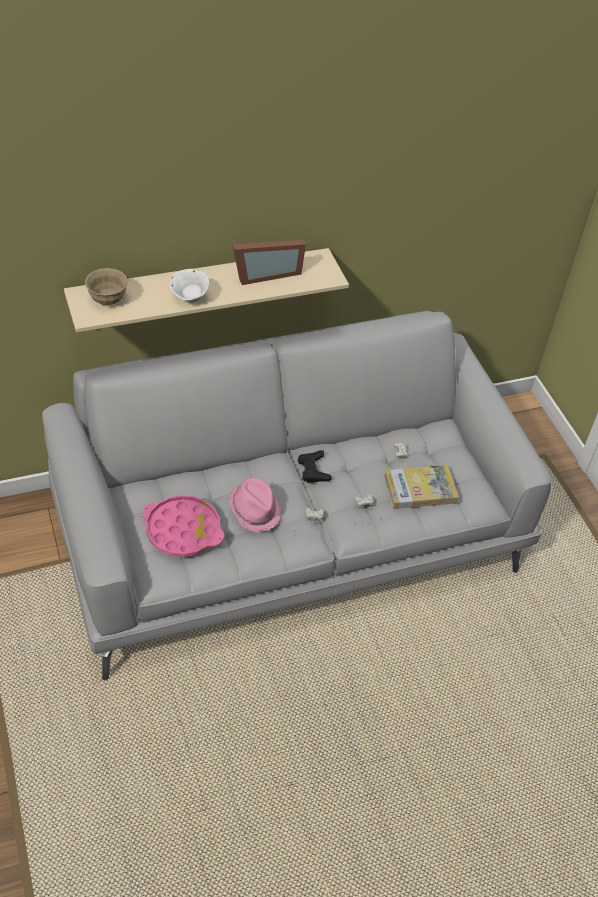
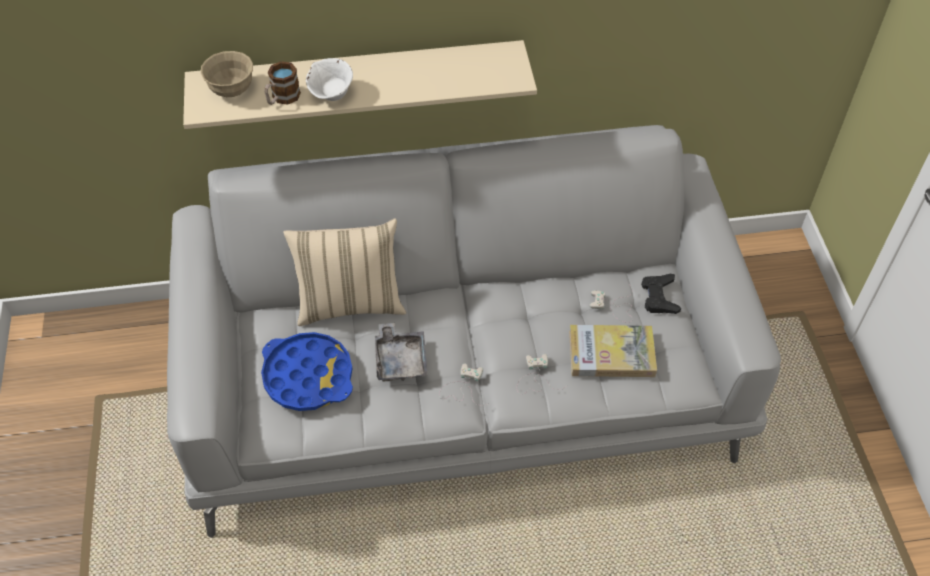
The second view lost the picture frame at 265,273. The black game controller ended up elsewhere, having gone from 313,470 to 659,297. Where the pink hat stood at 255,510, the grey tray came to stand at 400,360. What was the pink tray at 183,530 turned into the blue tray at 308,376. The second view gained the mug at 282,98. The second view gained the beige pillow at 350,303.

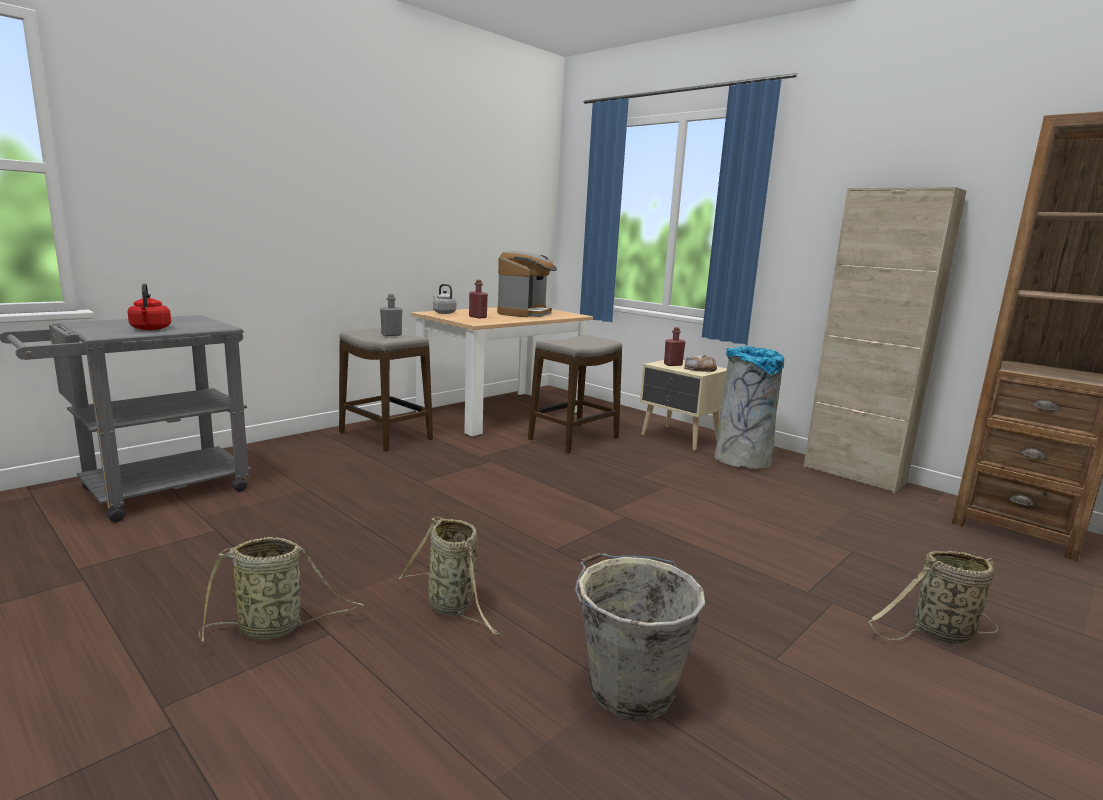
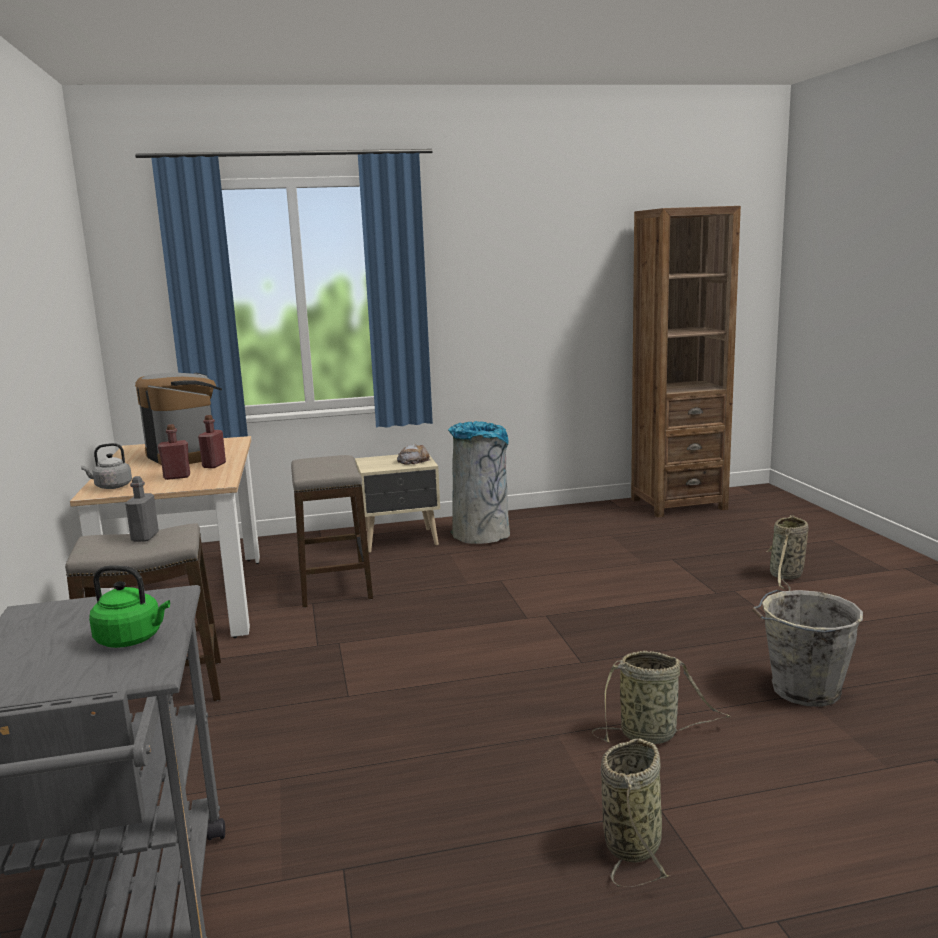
The second view lost the beige cabinet at 853,475. What was the red kettle at 150,329 turned into the green kettle at 132,639. The red bottle ended up elsewhere, having gone from 673,365 to 214,465.

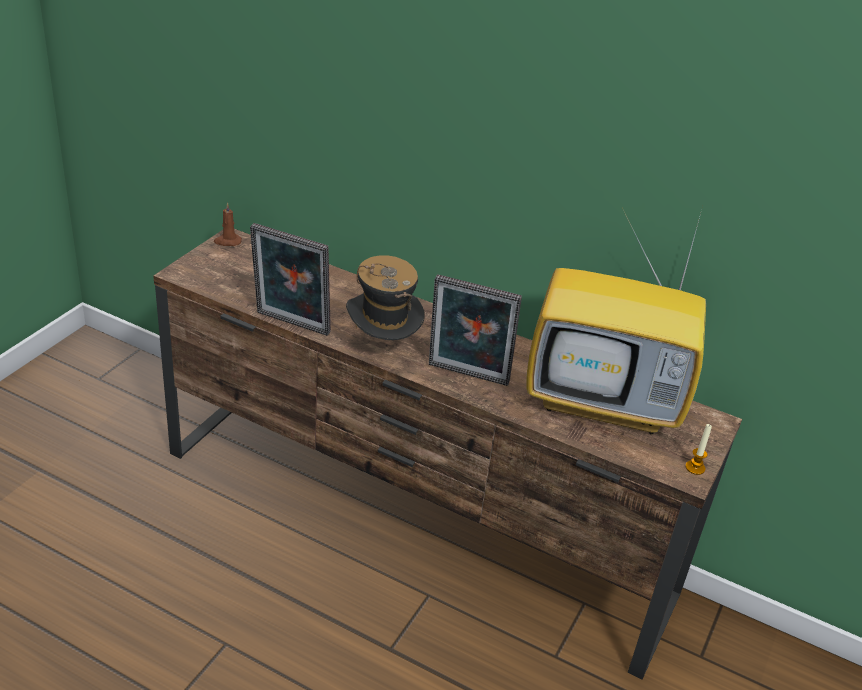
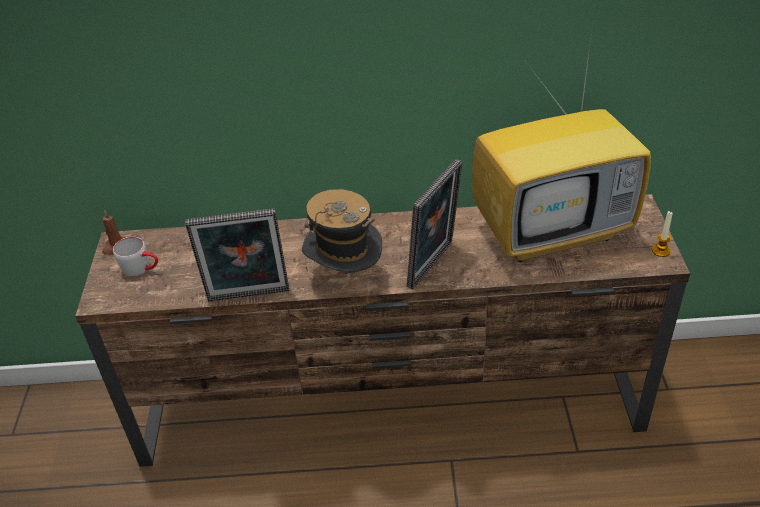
The picture frame at 467,376 ended up facing another way, 45 degrees counterclockwise from before. The second view gained the grey mug at 141,268.

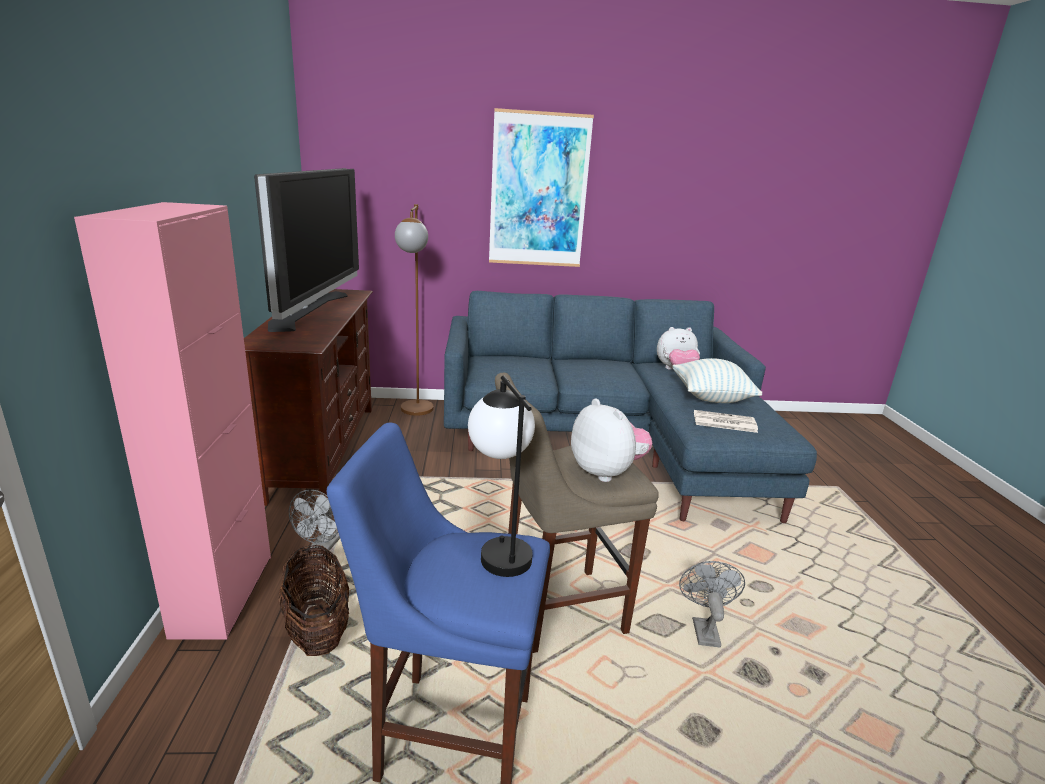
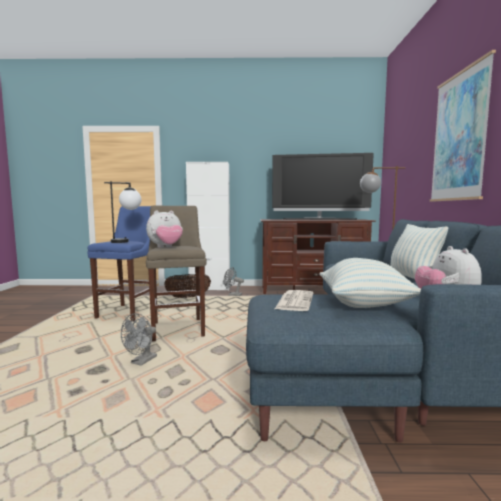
What was the pink cabinet at 223,594 turned into the white cabinet at 210,288. The grey fan at 703,628 ended up facing another way, 105 degrees clockwise from before. The second view gained the pillow at 413,278.

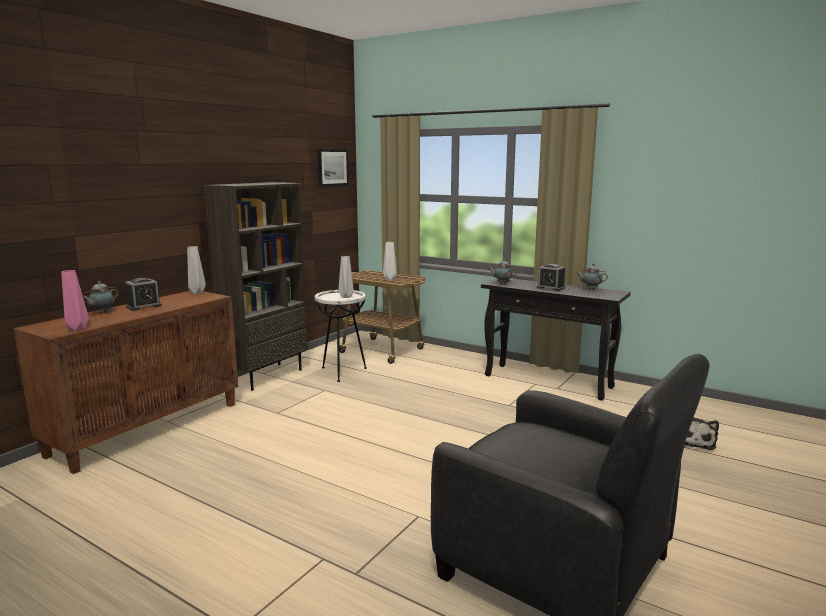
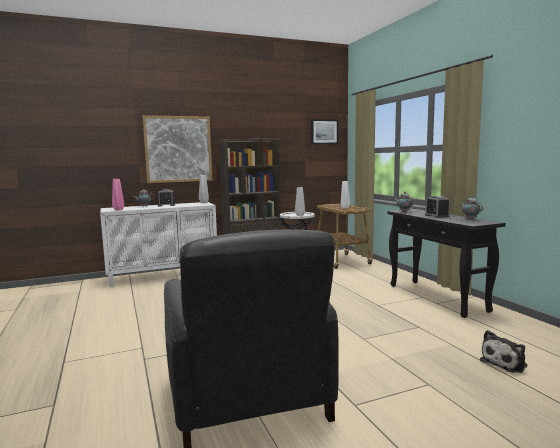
What was the brown cabinet at 148,428 turned into the white cabinet at 164,275. The second view gained the picture at 178,149.

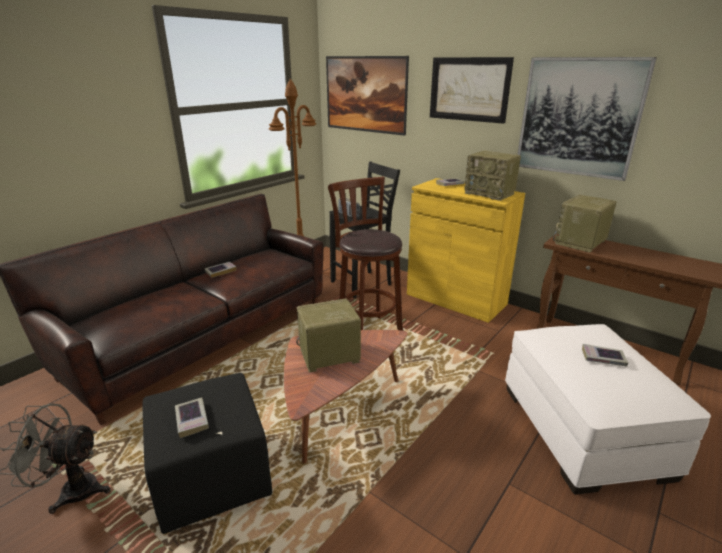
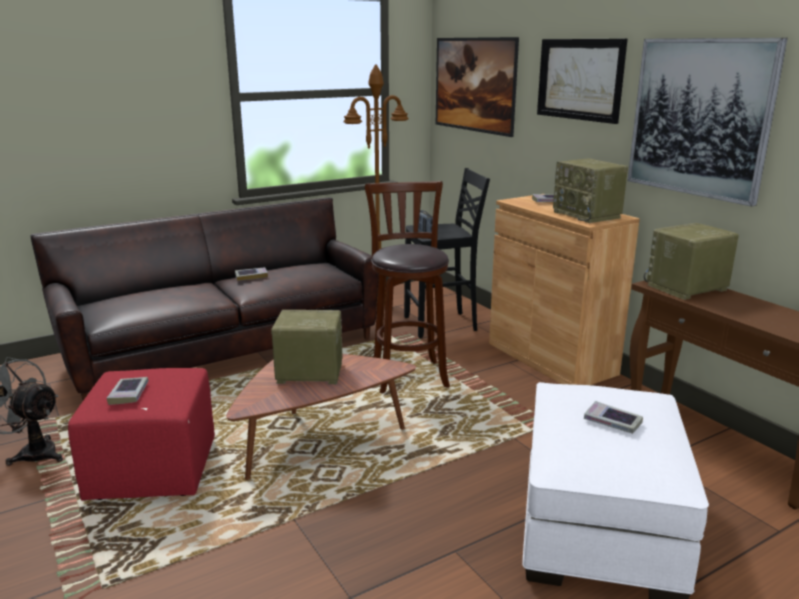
What was the yellow cabinet at 456,299 turned into the brown cabinet at 551,358. What was the black ottoman at 214,479 turned into the red ottoman at 154,472.

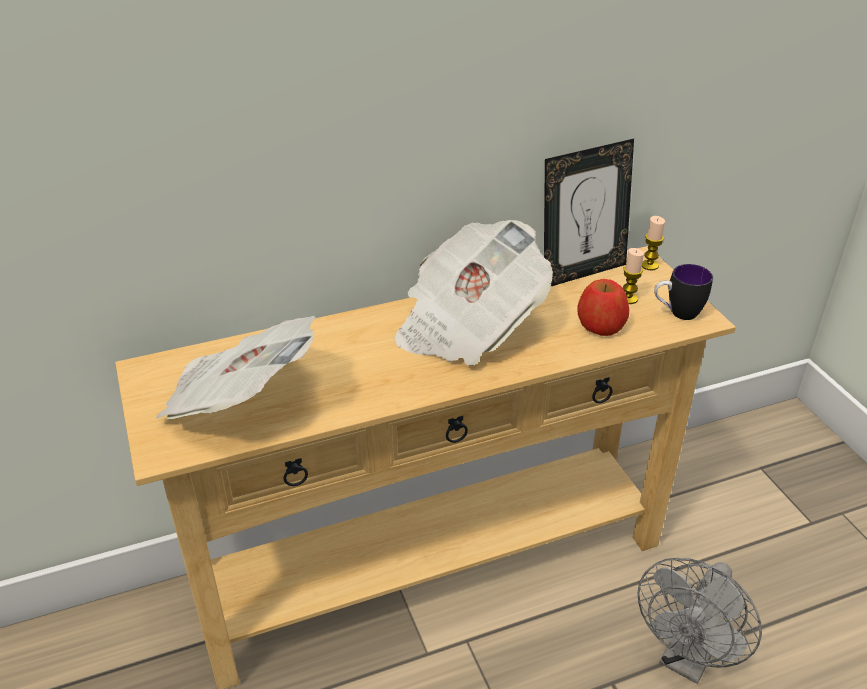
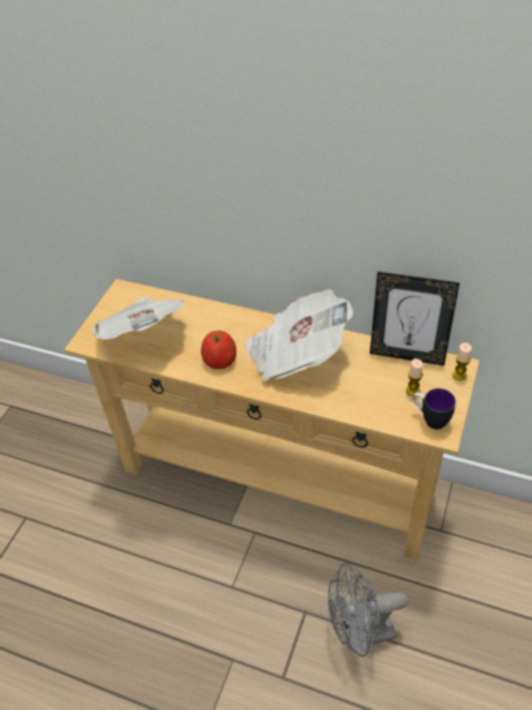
The apple ended up elsewhere, having gone from 601,325 to 220,359.

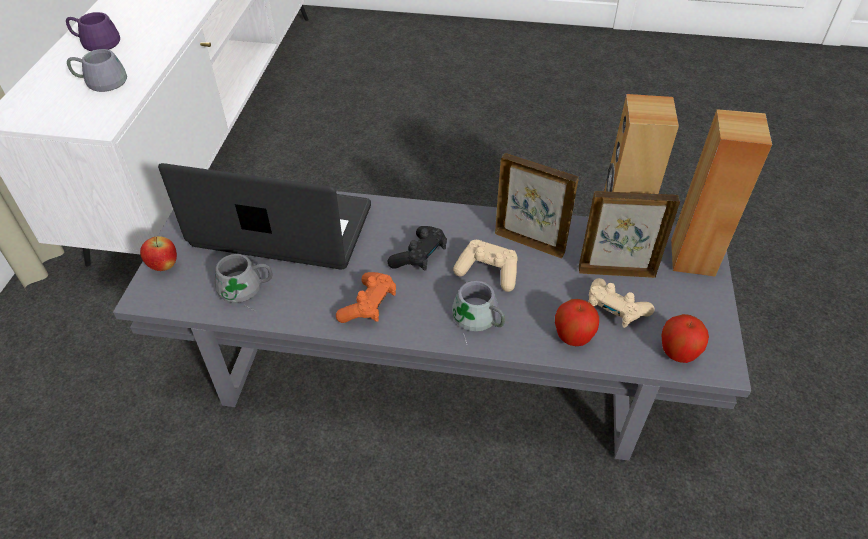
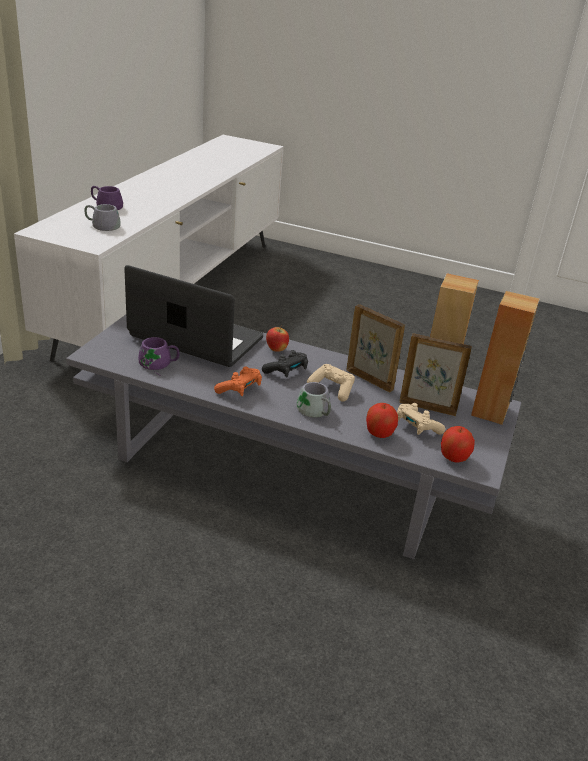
The apple ended up elsewhere, having gone from 164,266 to 276,350. What was the grey mug at 245,291 turned into the purple mug at 158,365.

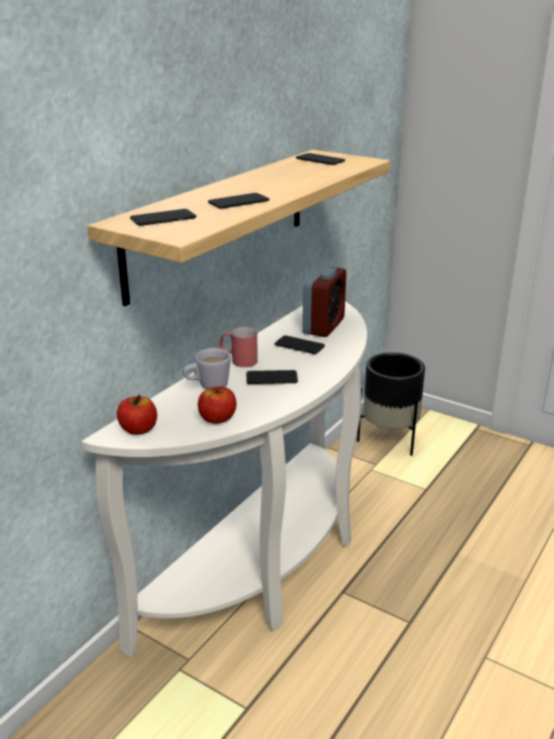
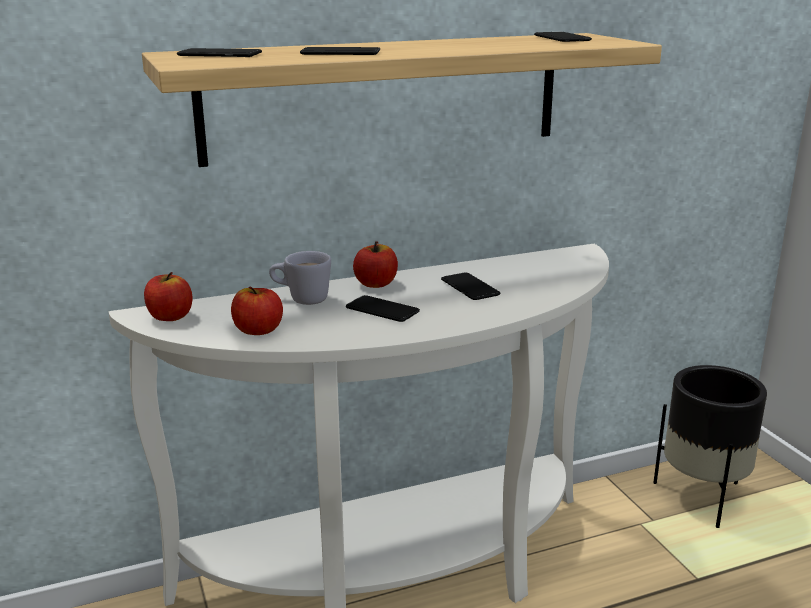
The second view lost the alarm clock at 323,326. Where the red mug stood at 238,360, the apple came to stand at 376,284.

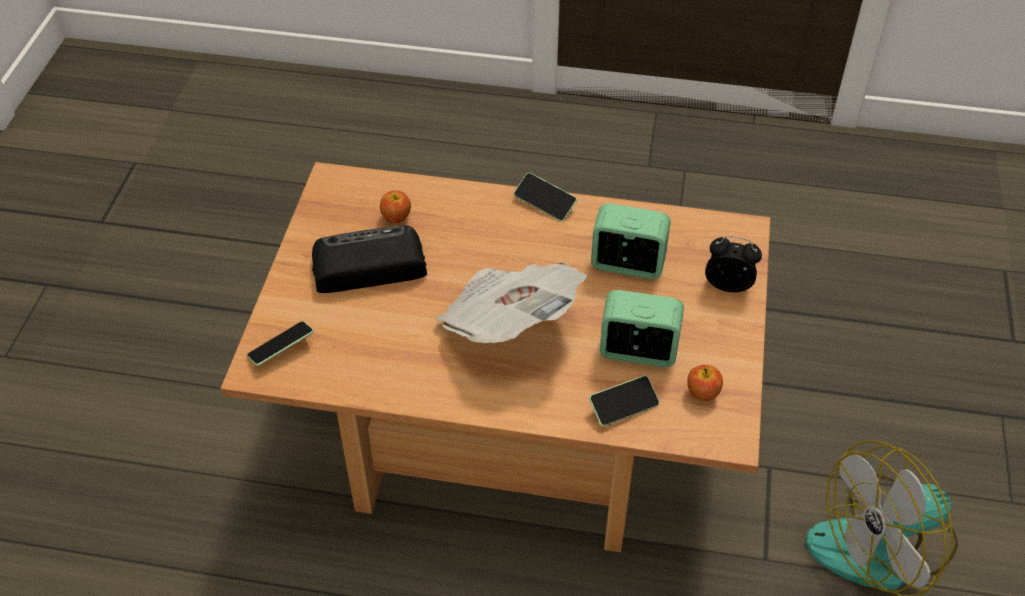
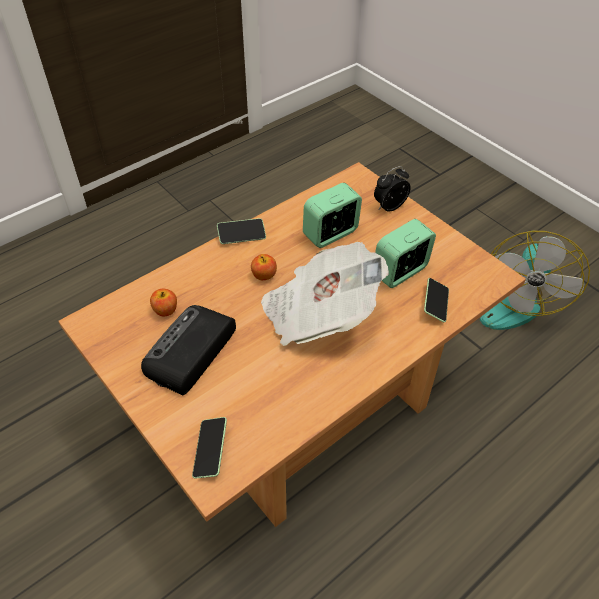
The apple ended up elsewhere, having gone from 702,392 to 264,275.

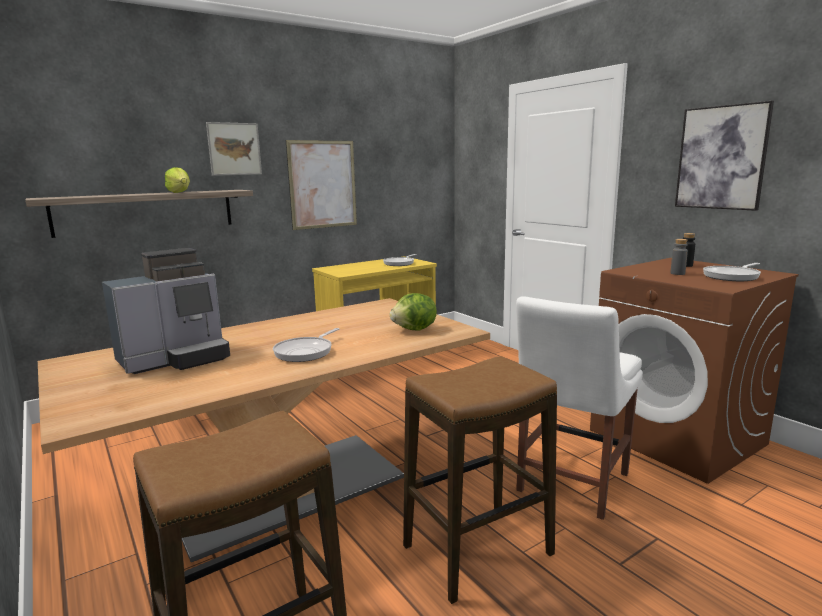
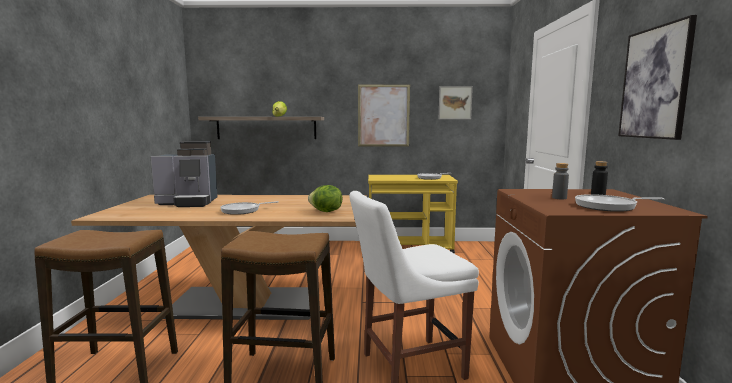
The picture ended up elsewhere, having gone from 234,149 to 455,102.

